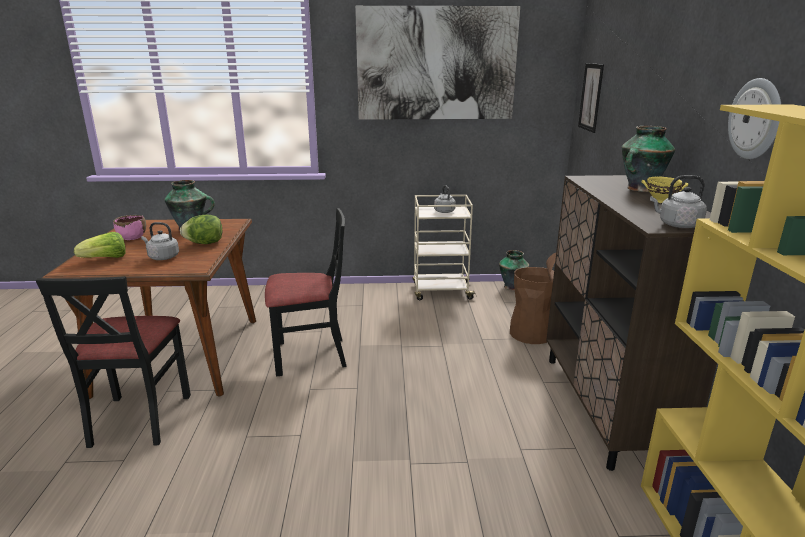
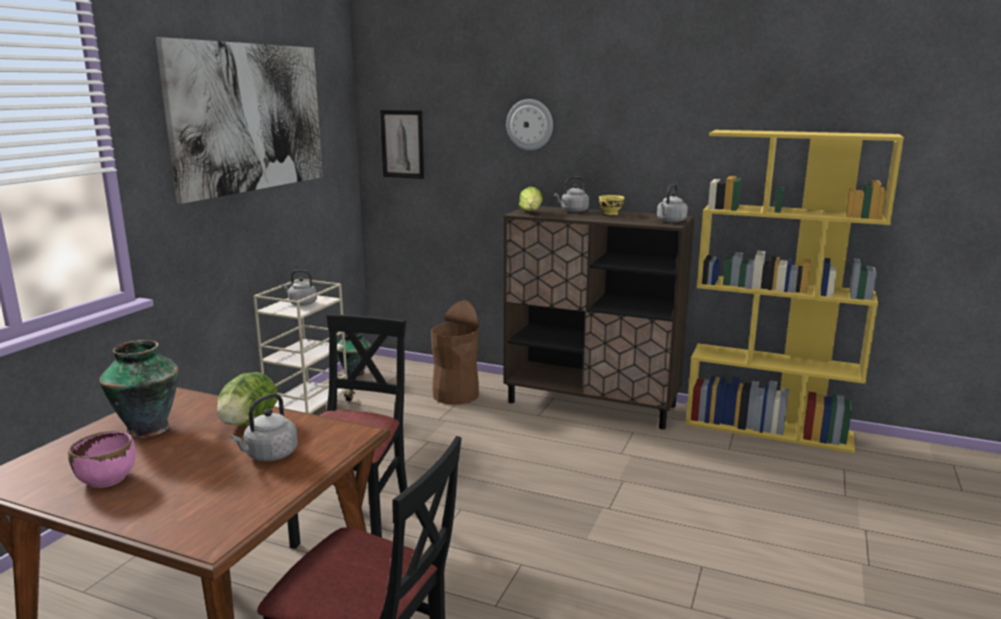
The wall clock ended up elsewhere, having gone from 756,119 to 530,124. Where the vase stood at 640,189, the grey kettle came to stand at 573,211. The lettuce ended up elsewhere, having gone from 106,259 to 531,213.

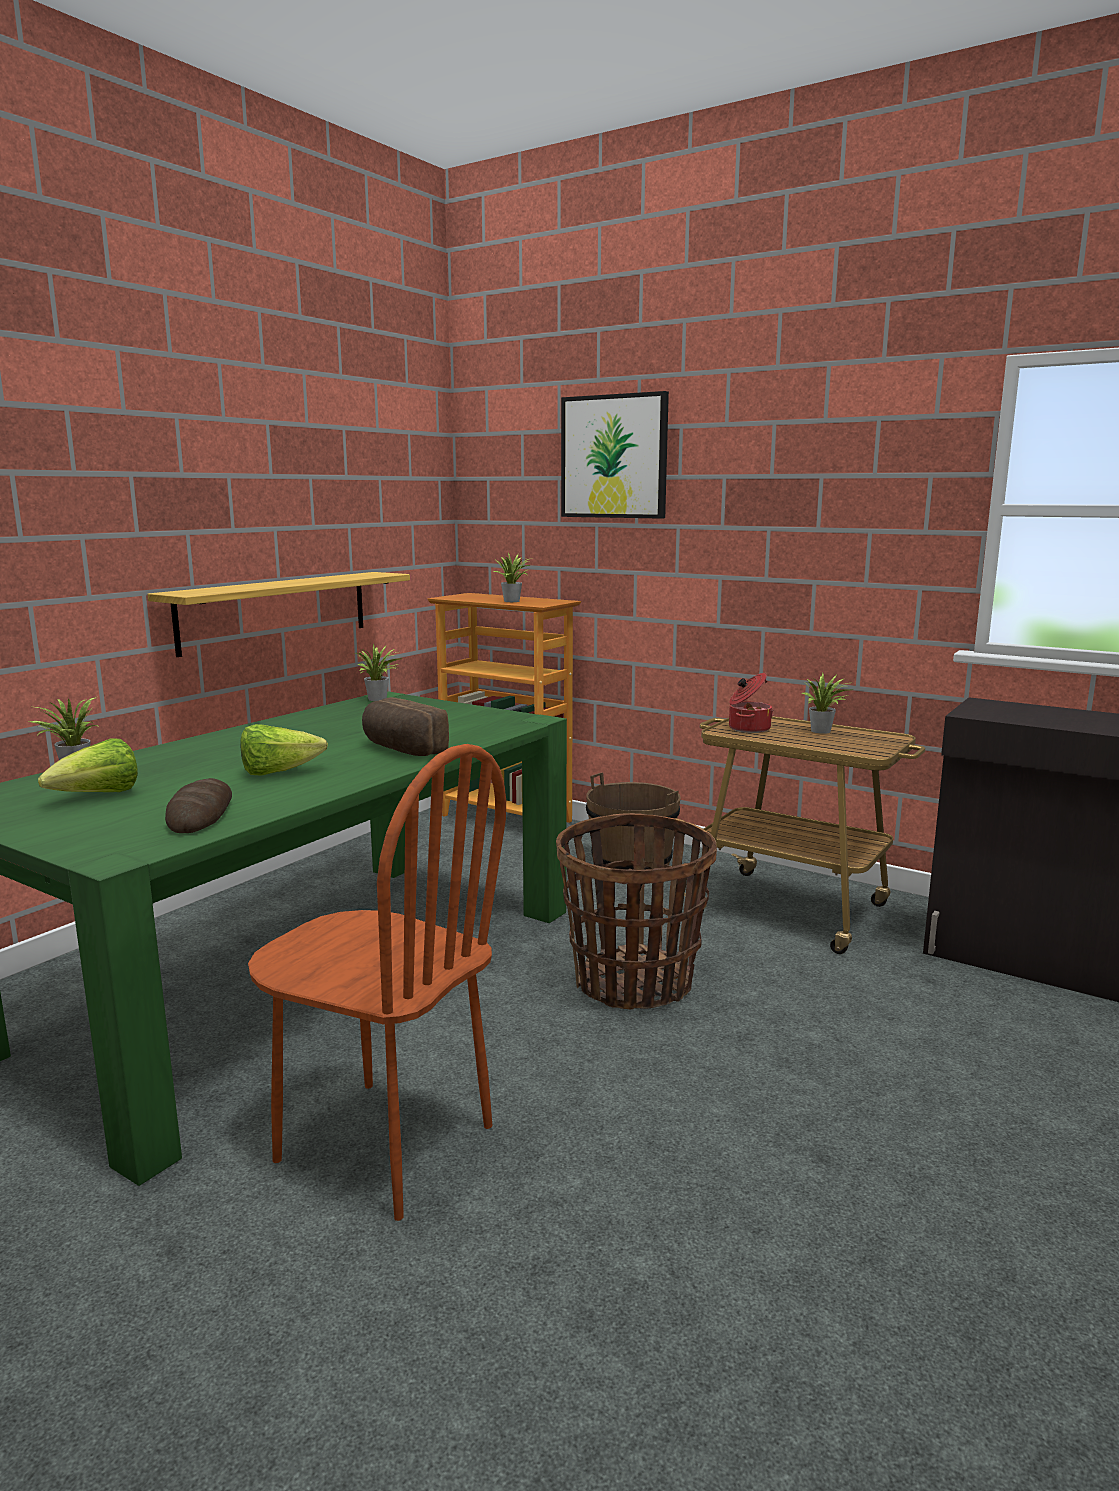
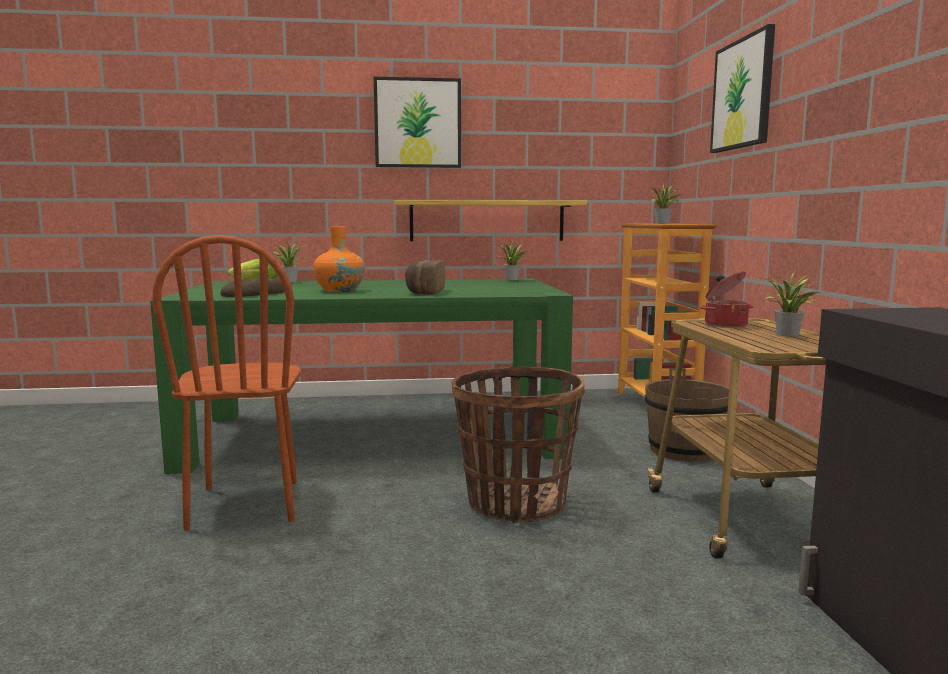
Where the lettuce stood at 278,772, the orange vase came to stand at 339,290. The second view gained the picture at 418,123.

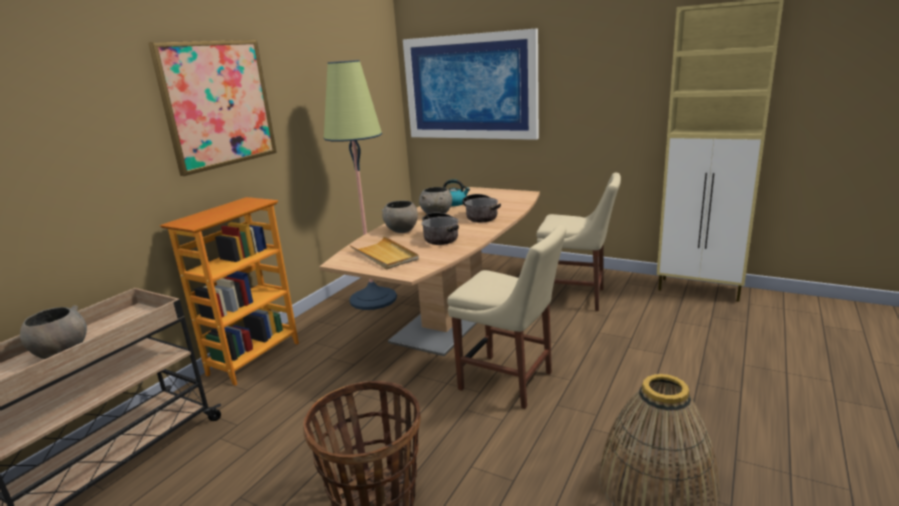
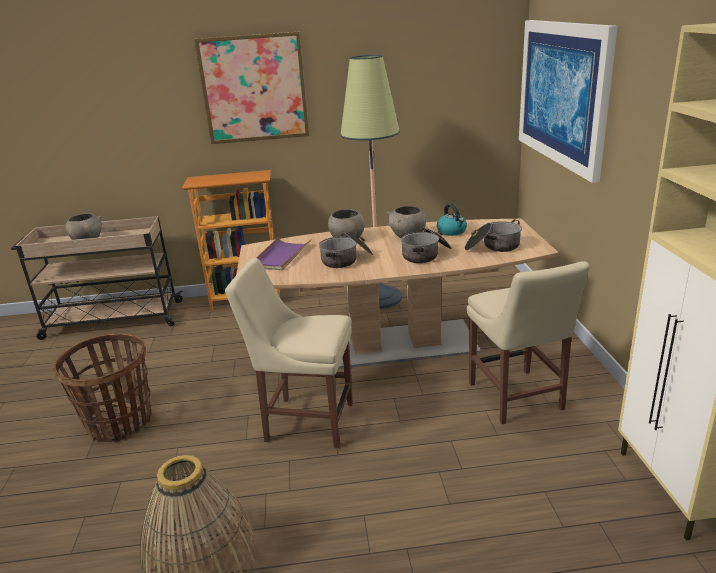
The beige chair at 510,382 ended up facing another way, 105 degrees clockwise from before. What was the beige tray at 385,255 turned into the purple tray at 281,256. The second view gained the cooking pot at 493,247.

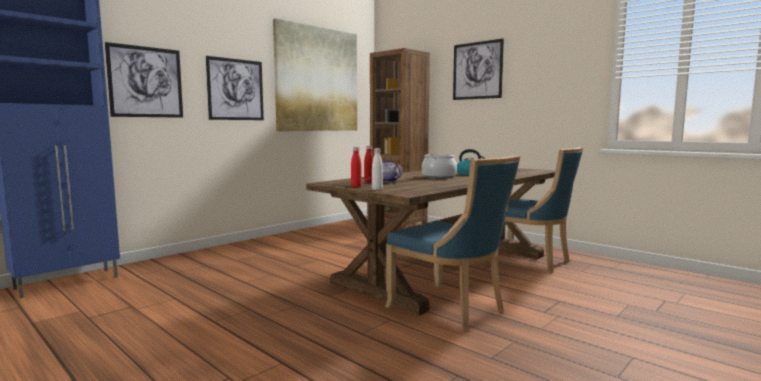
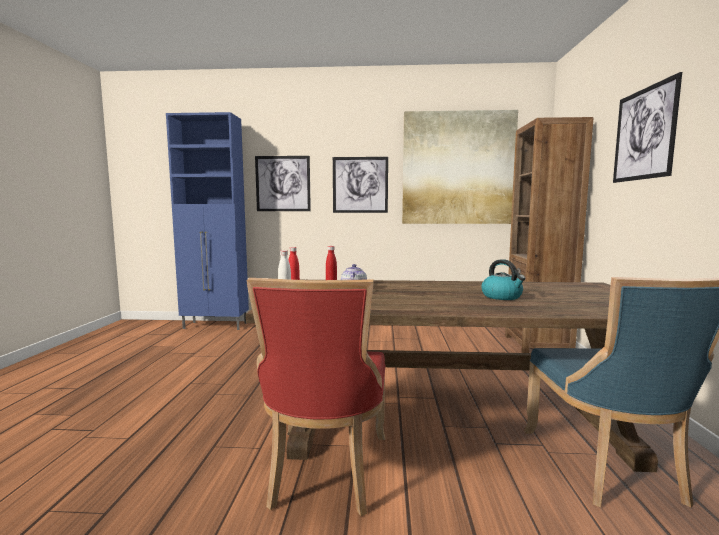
The second view lost the cooking pot at 438,176. What was the blue chair at 450,309 turned into the red chair at 326,472.

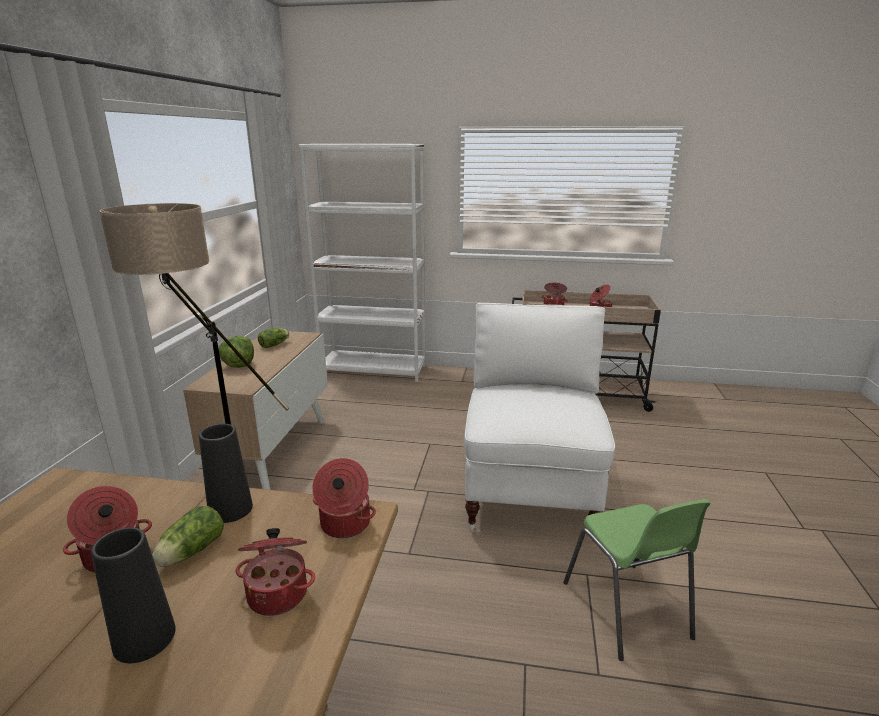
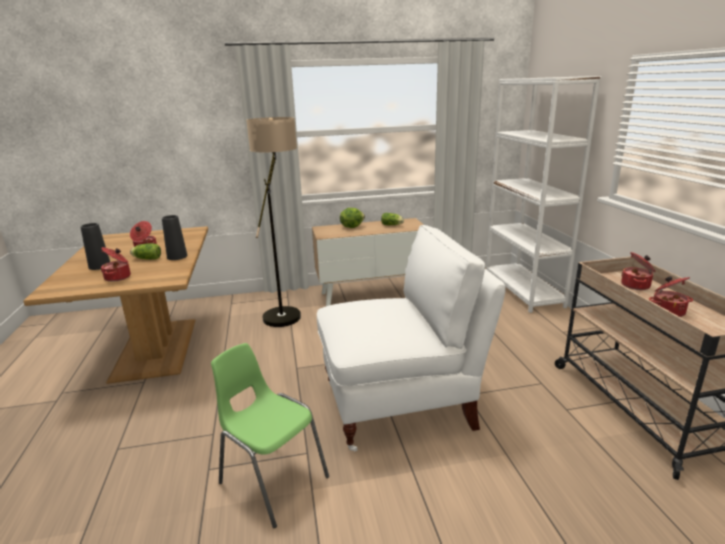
The second view lost the cooking pot at 344,524. The green chair at 626,610 ended up facing another way, 75 degrees clockwise from before.

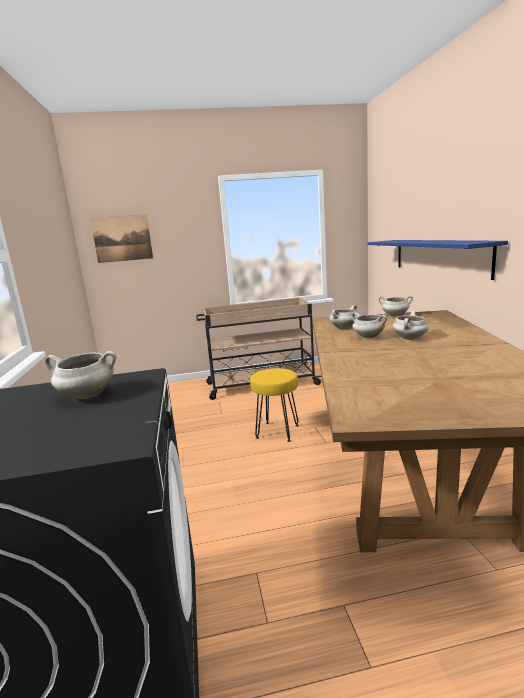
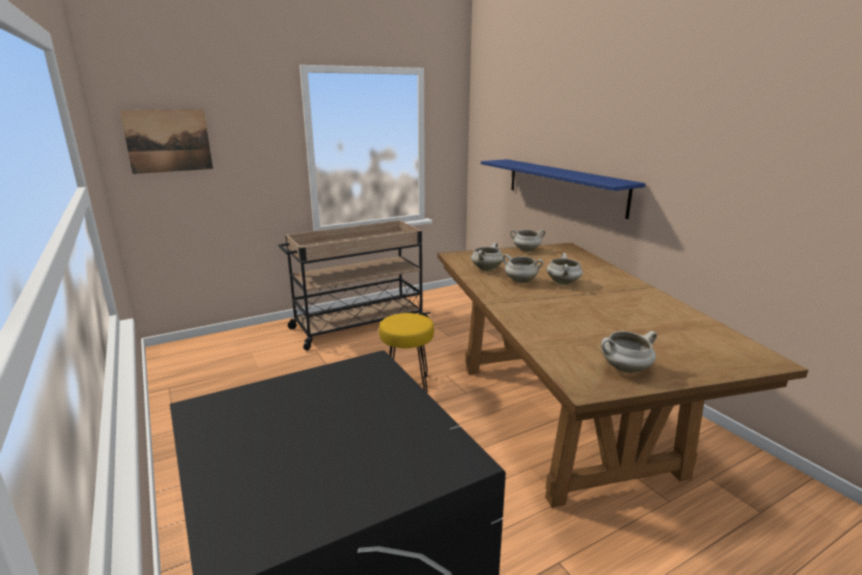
The white cooking pot ended up elsewhere, having gone from 86,396 to 625,369.

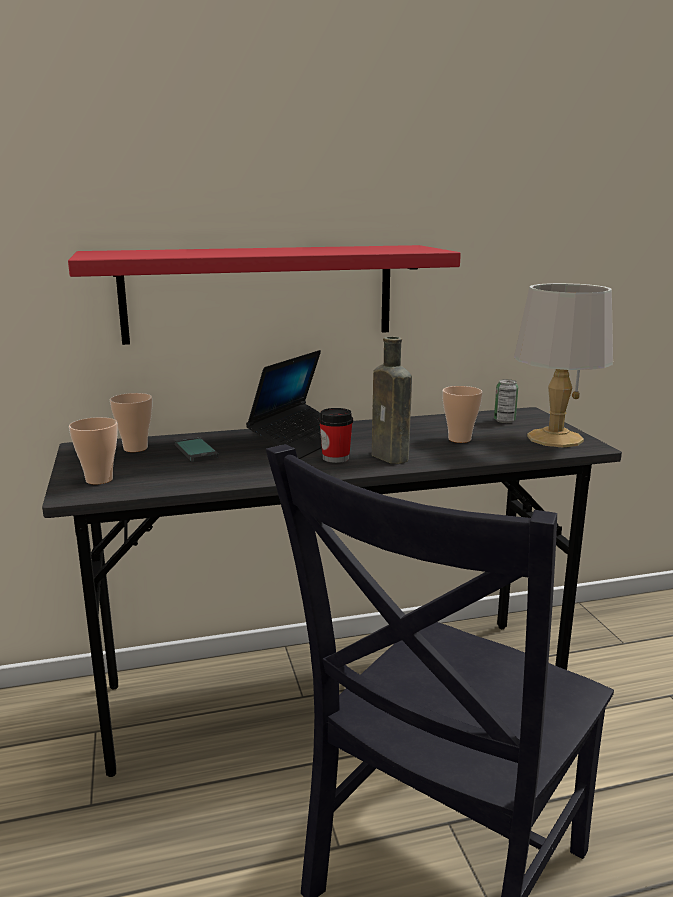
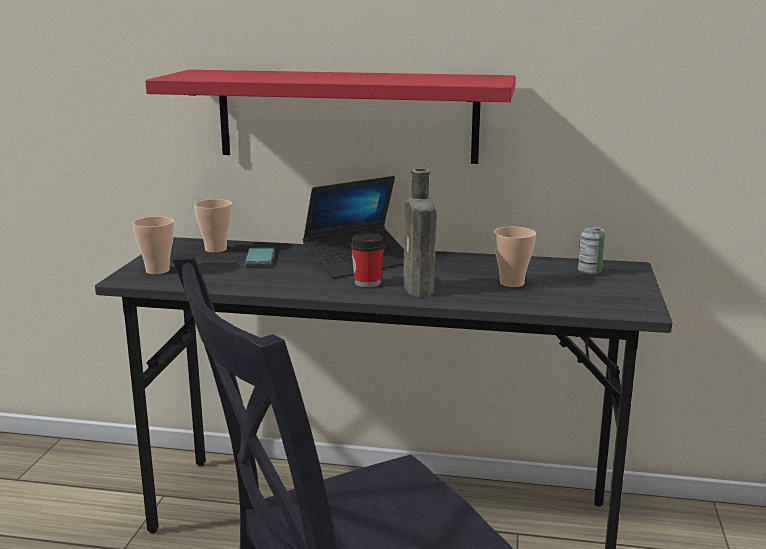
The second view lost the grey table lamp at 554,438.

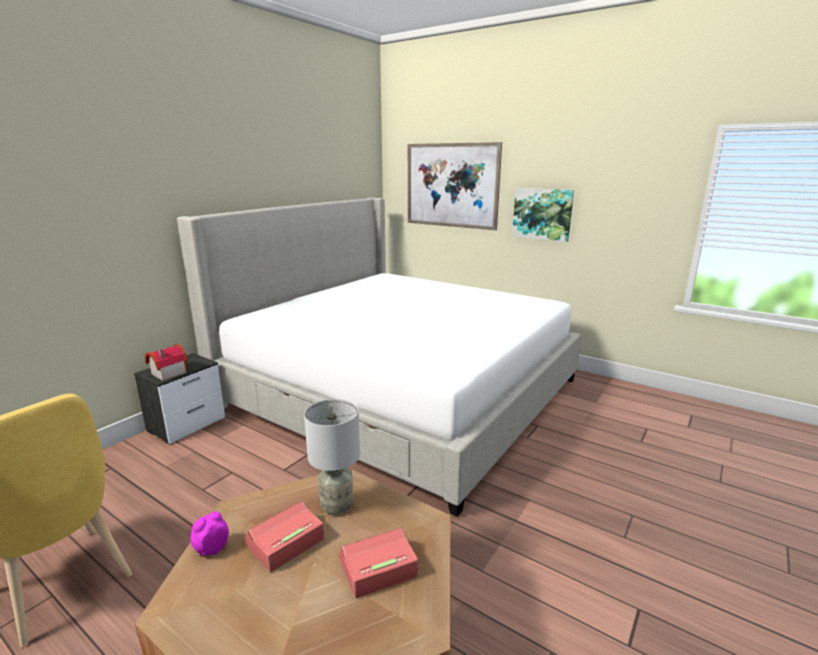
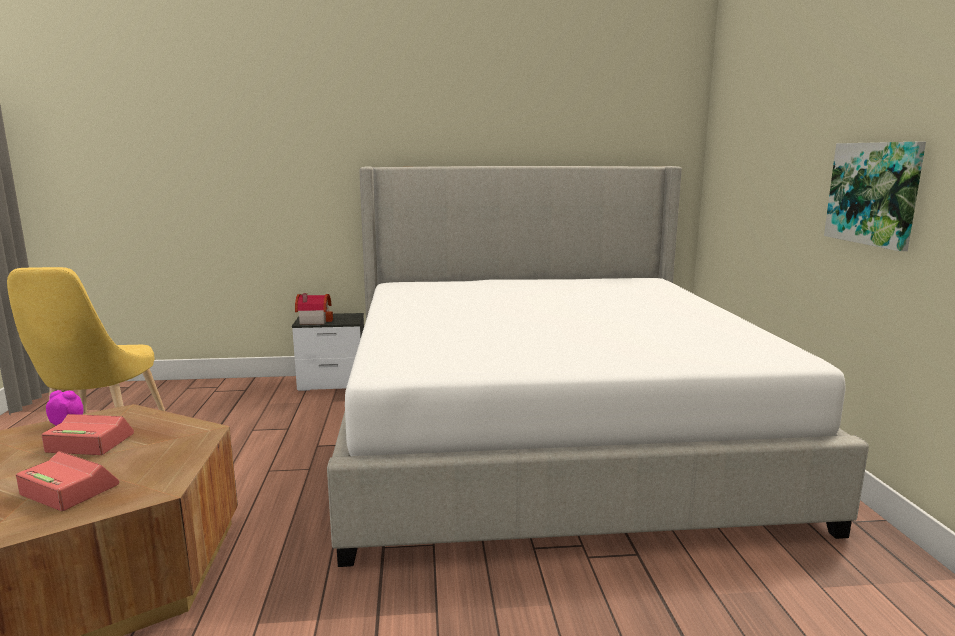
The second view lost the picture at 451,185. The second view lost the grey table lamp at 337,506.

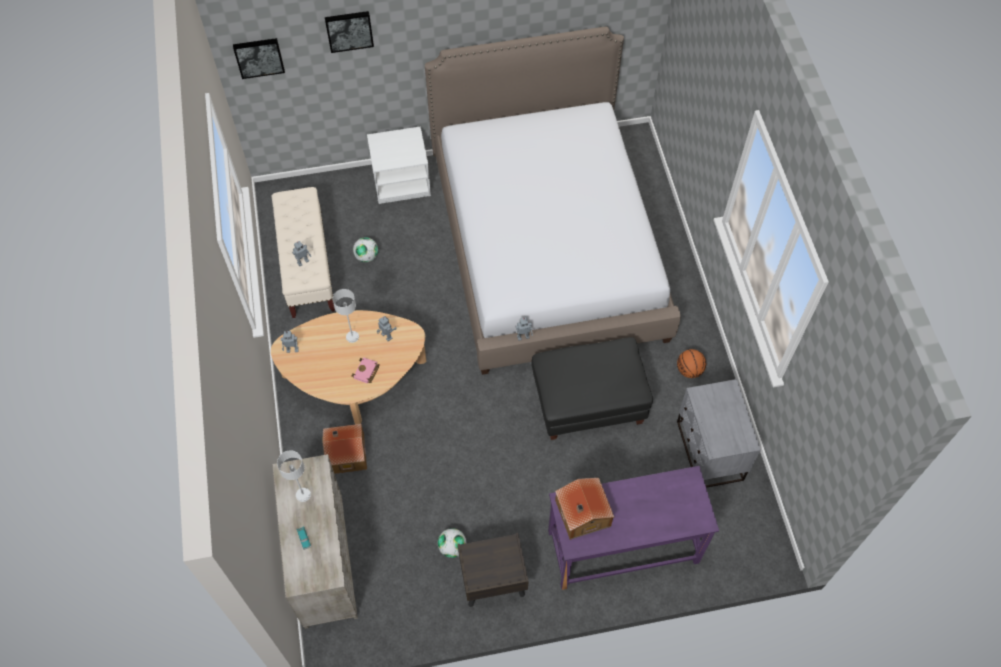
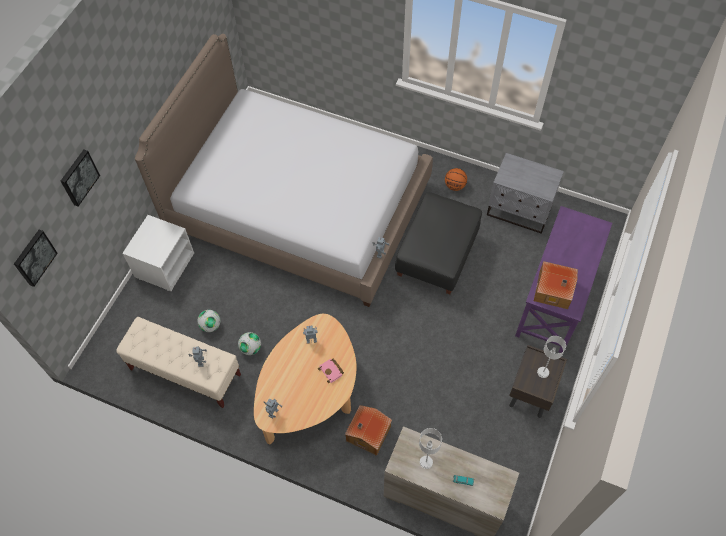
The grey table lamp ended up elsewhere, having gone from 352,337 to 543,372. The football ended up elsewhere, having gone from 452,547 to 251,348.

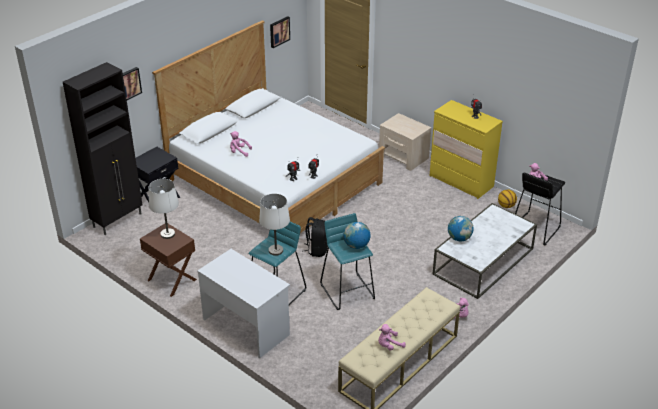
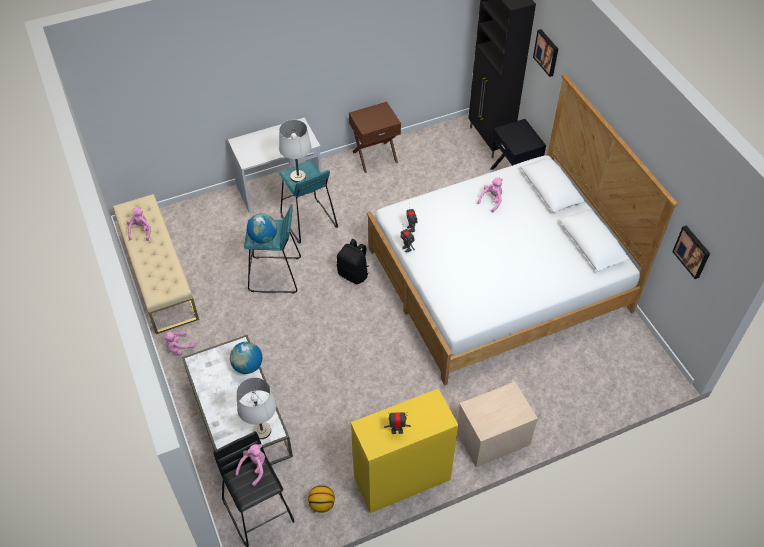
The white table lamp ended up elsewhere, having gone from 168,234 to 262,431.

